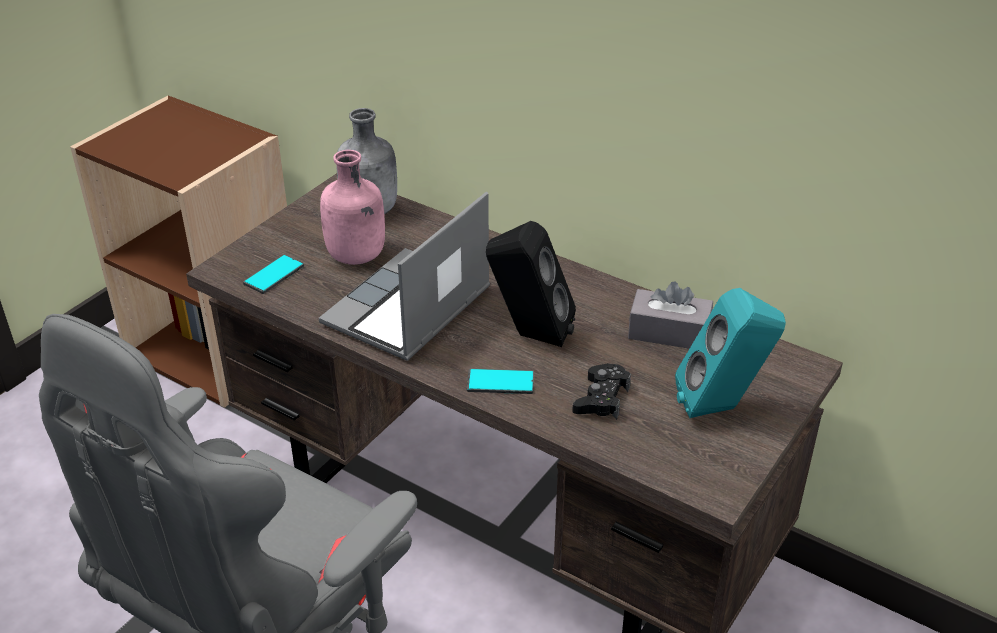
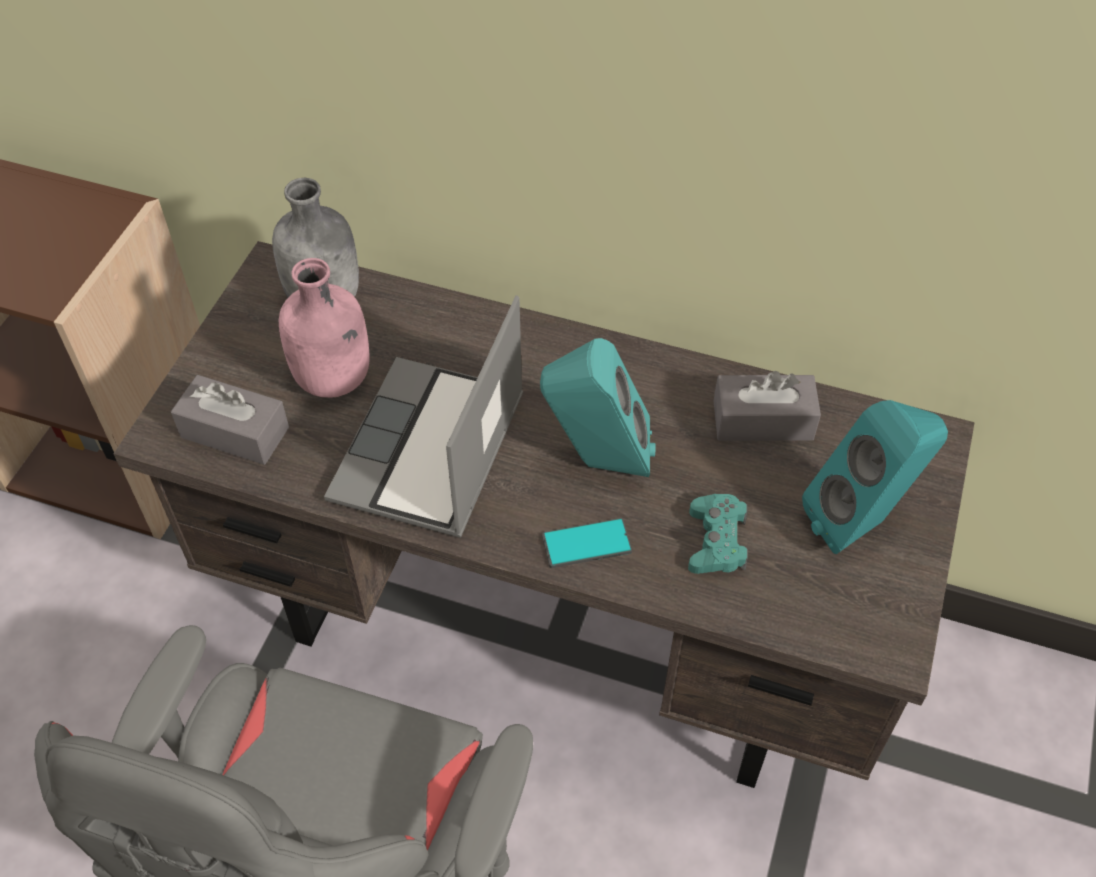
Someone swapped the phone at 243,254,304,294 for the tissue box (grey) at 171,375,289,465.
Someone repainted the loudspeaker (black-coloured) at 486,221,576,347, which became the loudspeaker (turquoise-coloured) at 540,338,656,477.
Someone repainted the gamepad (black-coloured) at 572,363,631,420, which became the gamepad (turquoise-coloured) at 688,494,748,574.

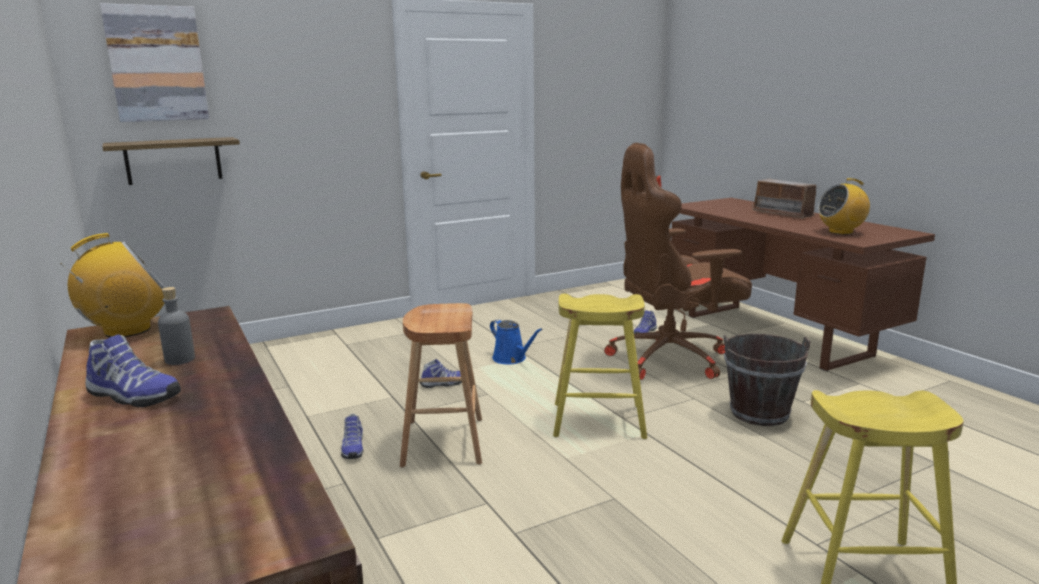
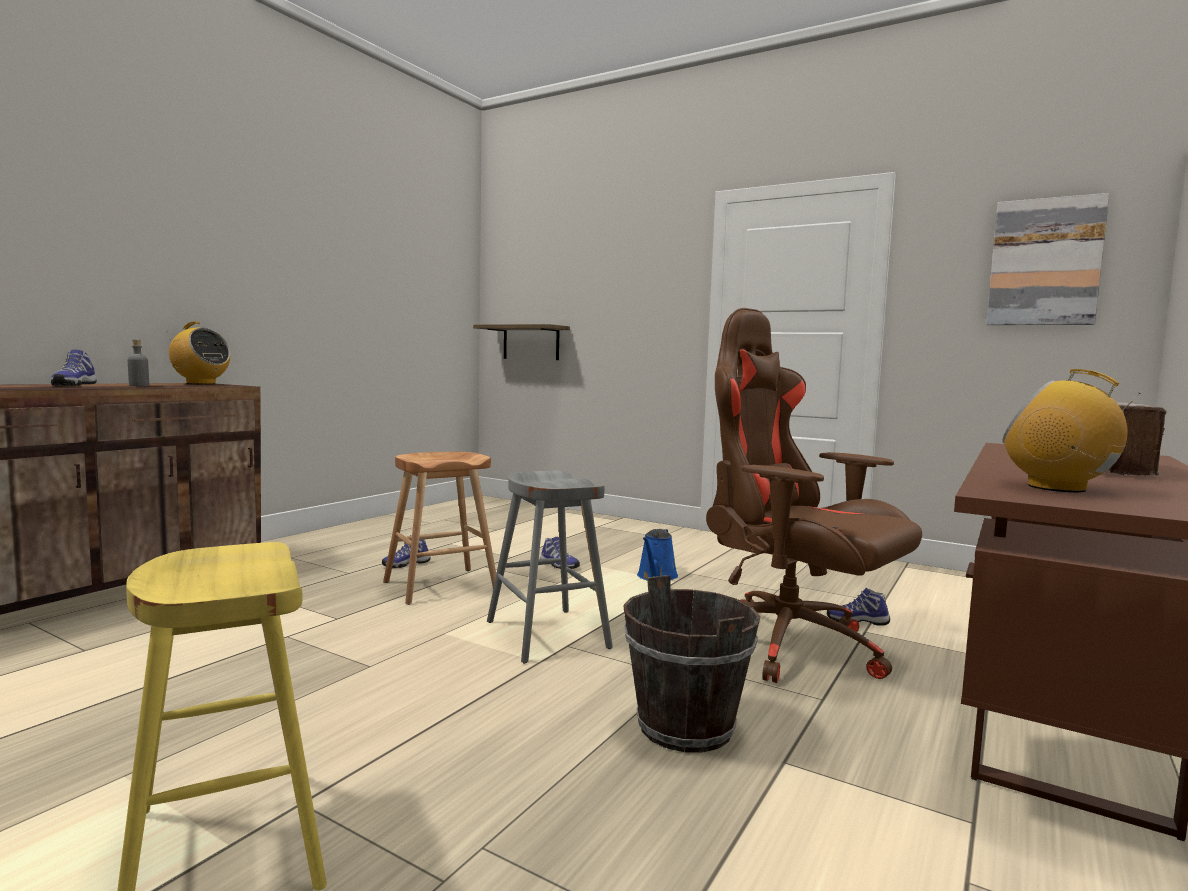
Someone carried the wall picture from 100,3,209,122 to 986,193,1110,325.
Someone repainted the stool seat (yellow-coloured) at 553,293,647,439, which became the stool seat (grey) at 487,470,613,663.

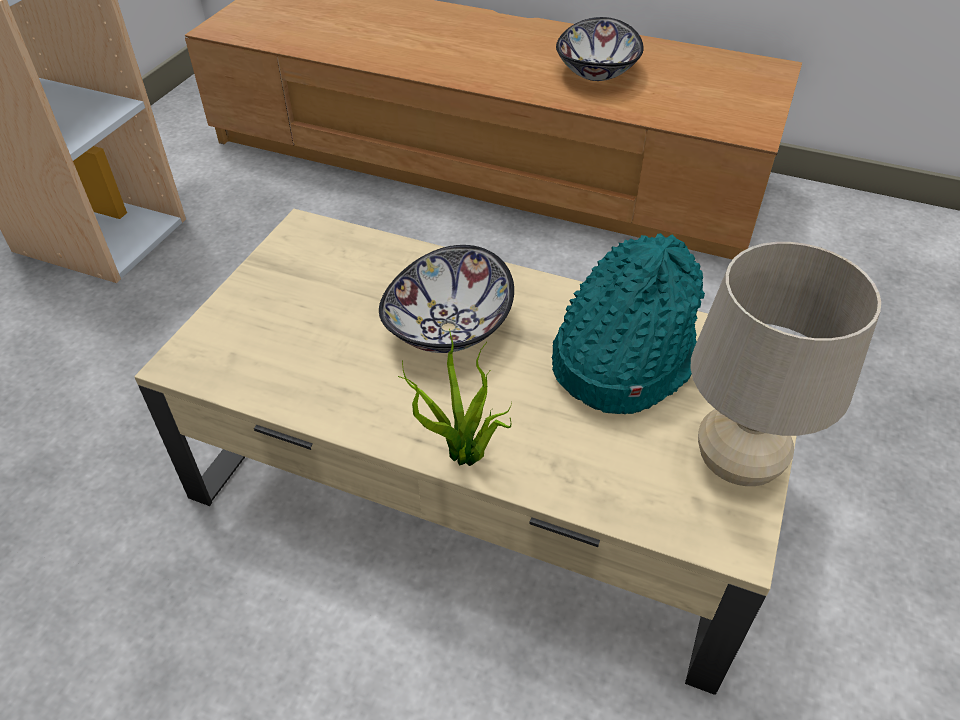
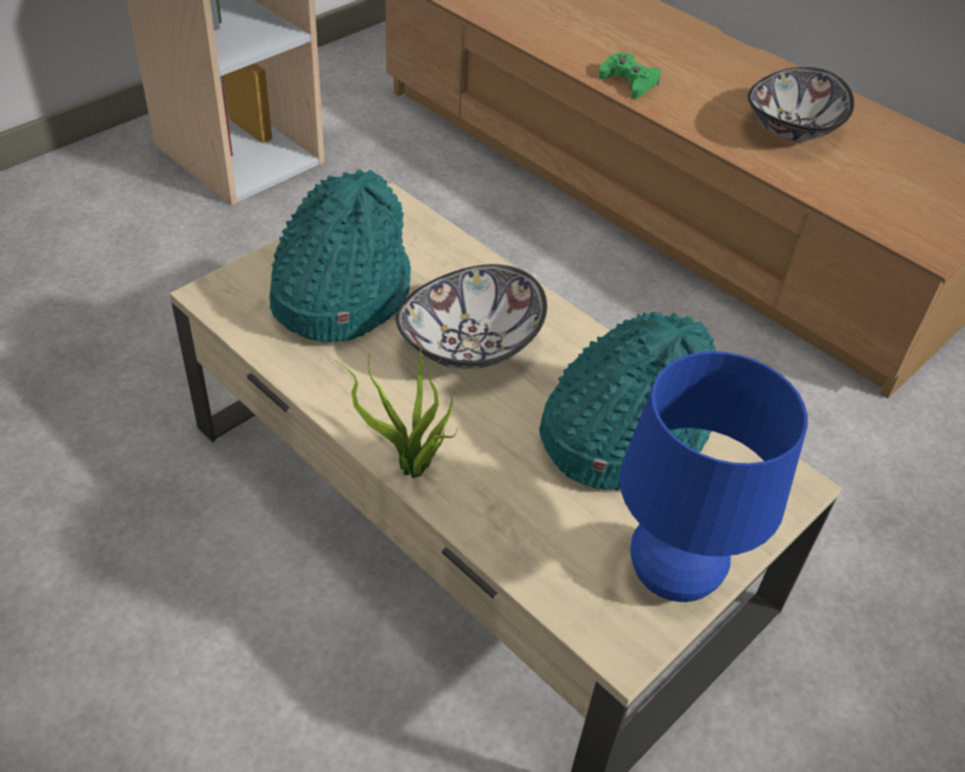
Someone repainted the tabletop lamp (beige-coloured) at 691,242,881,486, which became the tabletop lamp (blue-coloured) at 619,351,808,602.
Someone put down the hat (turquoise-coloured) at 270,169,411,342.
Someone put down the gamepad (green-coloured) at 598,52,661,99.

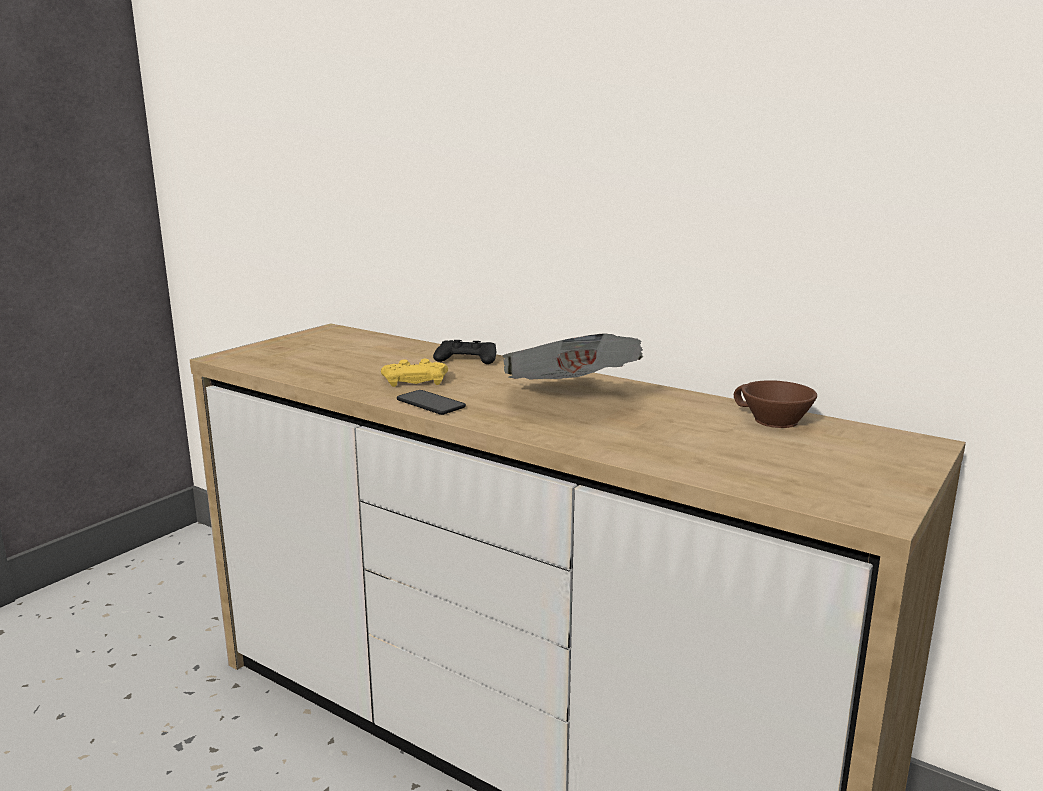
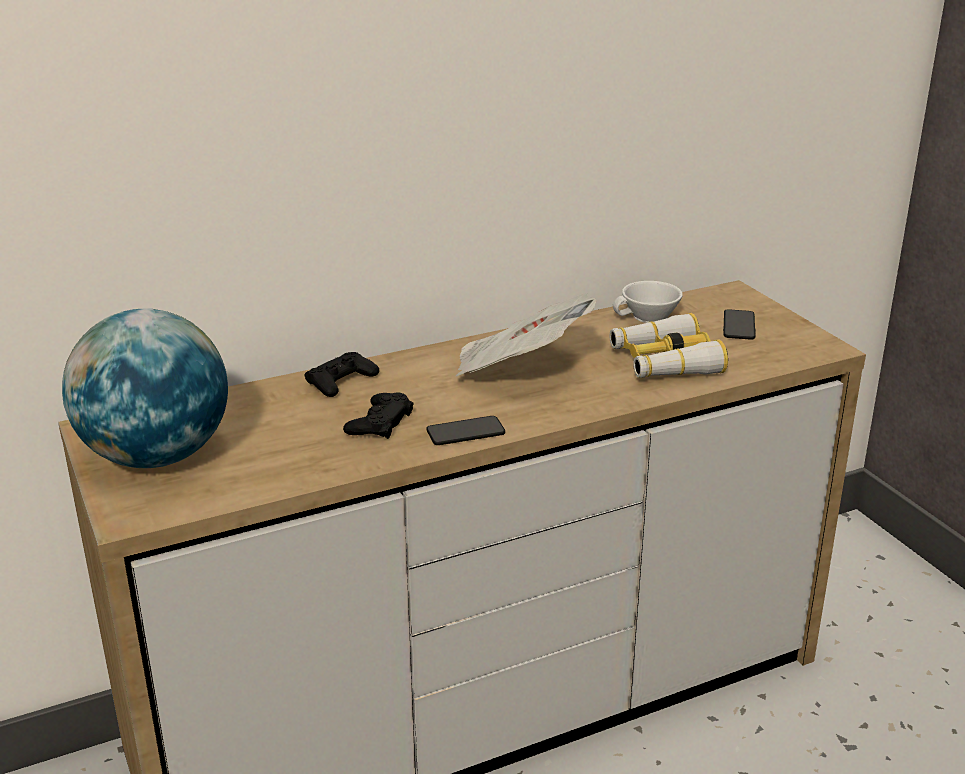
Someone repainted the gamepad (yellow-coloured) at 381,359,448,387, which became the gamepad (black-coloured) at 343,393,414,439.
Someone repainted the cup (brownish) at 734,380,817,428, which became the cup (white) at 613,281,683,323.
Someone put down the desk globe at 62,309,228,468.
Someone put down the pair of binoculars at 610,313,728,378.
Someone put down the phone at 723,309,756,340.

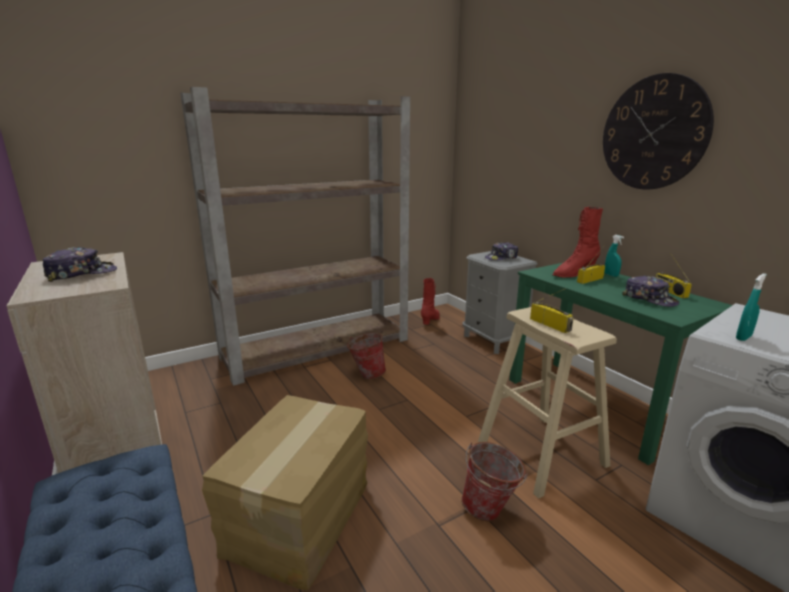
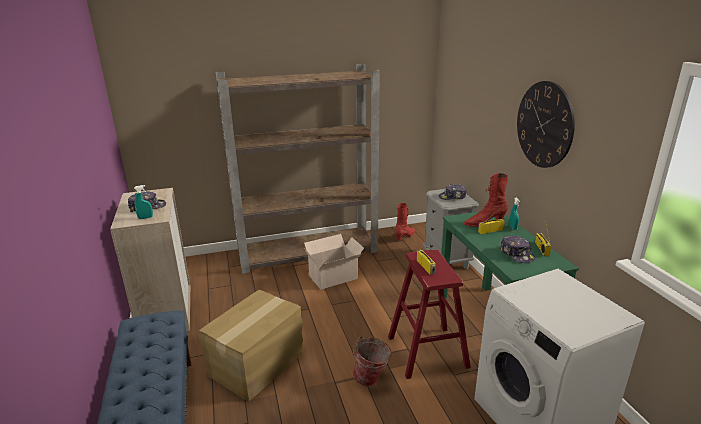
Someone swapped the water bucket at 347,333,386,379 for the carton at 304,234,364,289.
Someone repainted the stool seat (beige-coloured) at 478,307,617,499, which became the stool seat (red) at 388,249,471,379.
Someone carried the hand sprayer (turquoise-coloured) from 736,273,767,341 to 134,185,153,219.

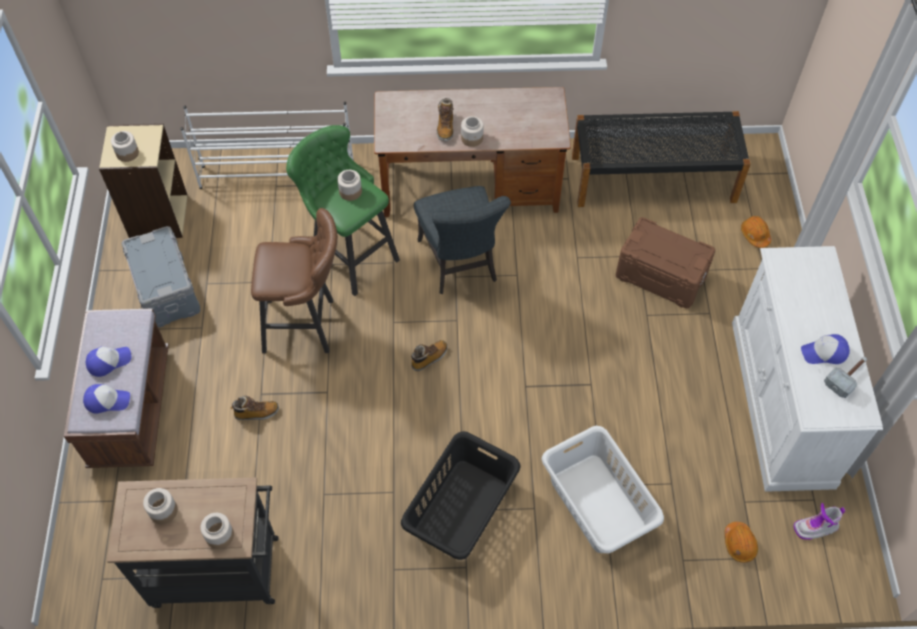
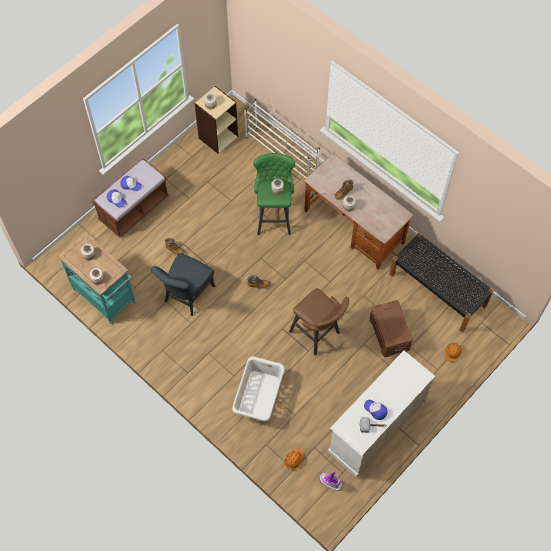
Someone repainted the wheeled cart (black-coloured) at 107,477,279,608, which became the wheeled cart (turquoise-coloured) at 57,232,136,324.
Someone took away the storage box (grey) at 122,226,200,328.
Someone carried the stool seat (brownish) from 251,208,337,353 to 289,288,349,356.
Someone took away the washing basket (black-coloured) at 401,431,520,560.
Someone carried the chair (grey) from 414,186,511,294 to 150,253,215,316.

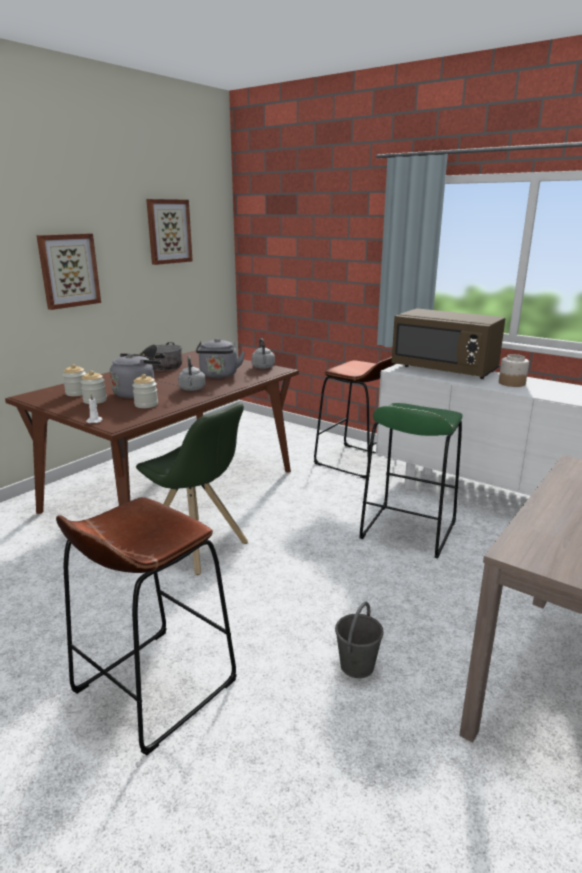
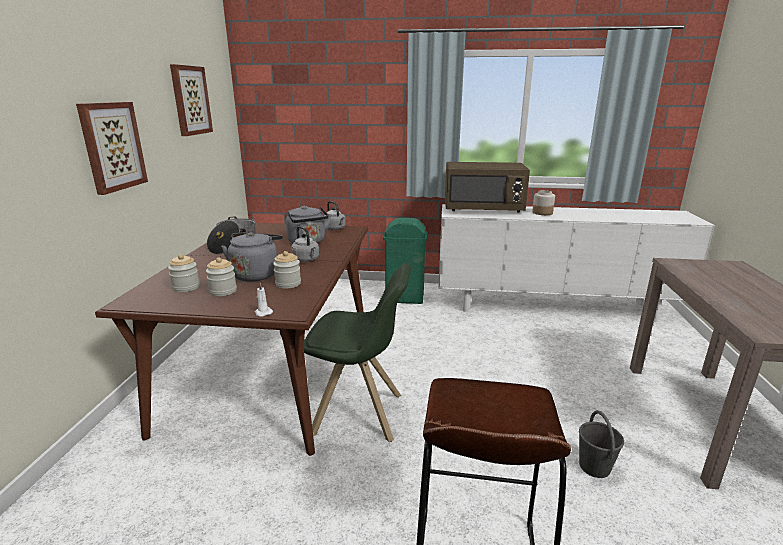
Someone swapped the stool seat (brownish) at 314,357,396,479 for the rubbish bin (green-coloured) at 383,218,427,304.
Someone took away the stool seat (green-coloured) at 359,403,463,558.

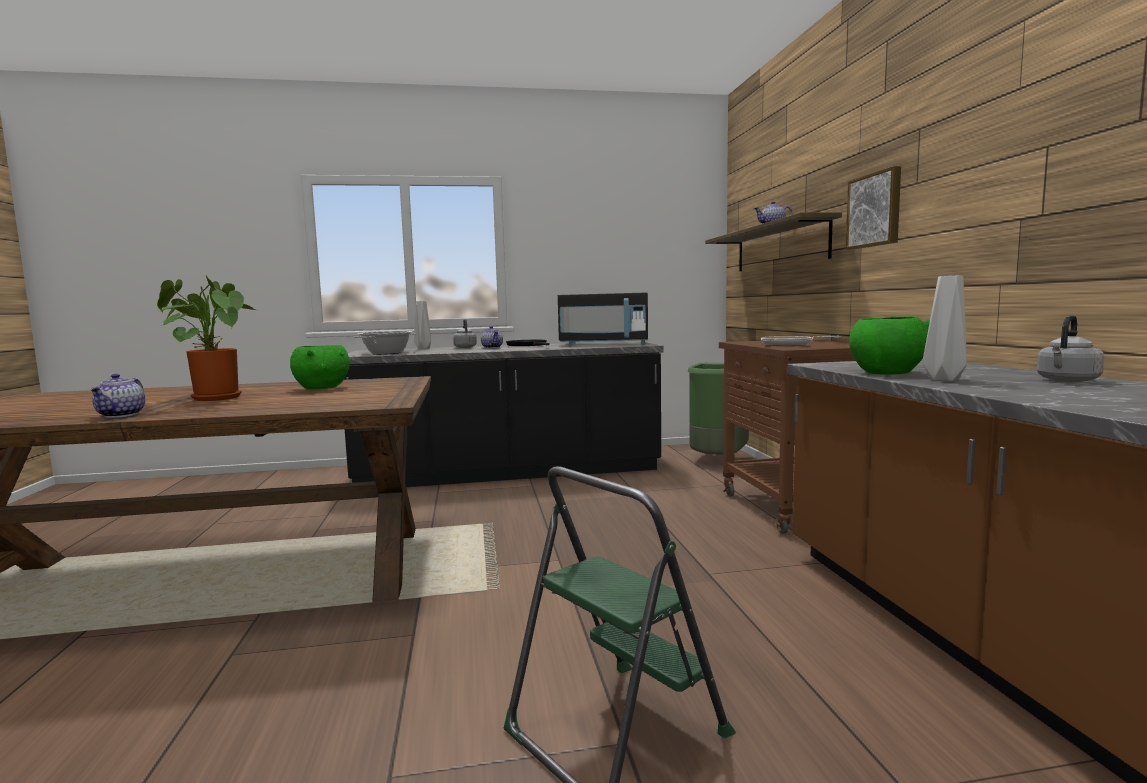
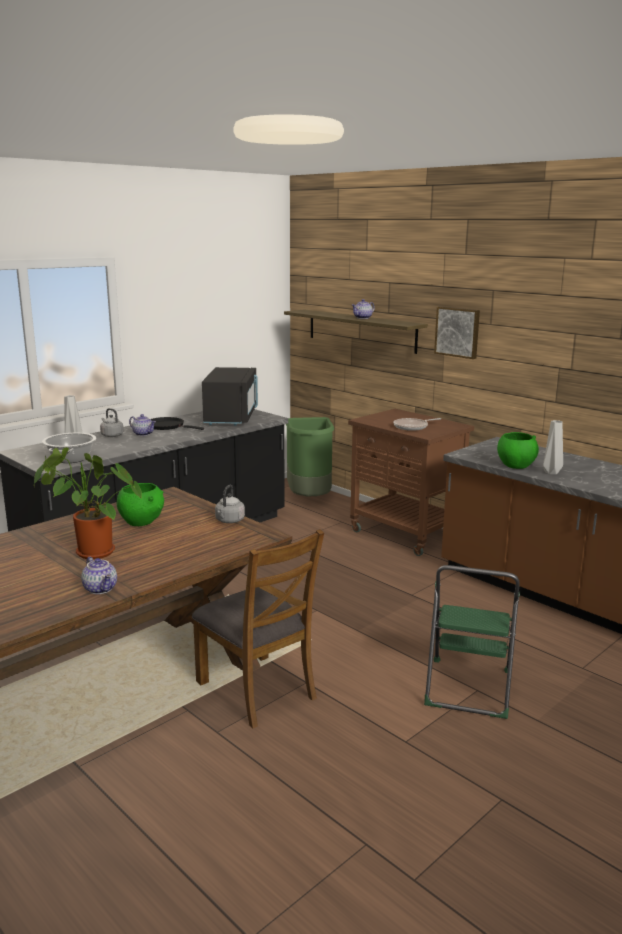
Someone rotated the microwave oven (black-coloured) at 558,292,648,345 by 60 degrees counterclockwise.
Someone carried the kettle (grey) from 1037,315,1105,382 to 215,485,245,523.
Someone put down the chair (brownish) at 192,529,324,728.

